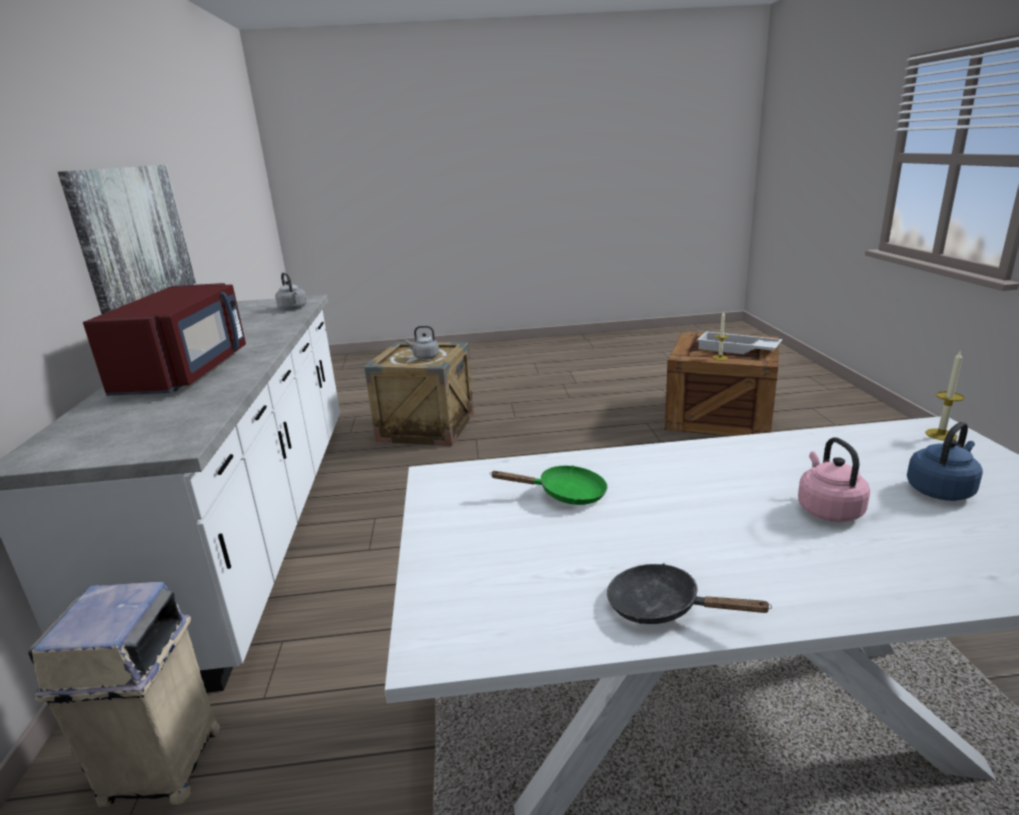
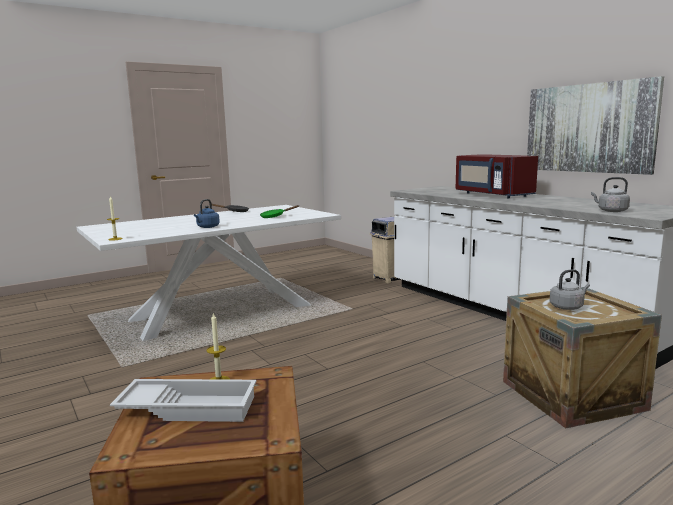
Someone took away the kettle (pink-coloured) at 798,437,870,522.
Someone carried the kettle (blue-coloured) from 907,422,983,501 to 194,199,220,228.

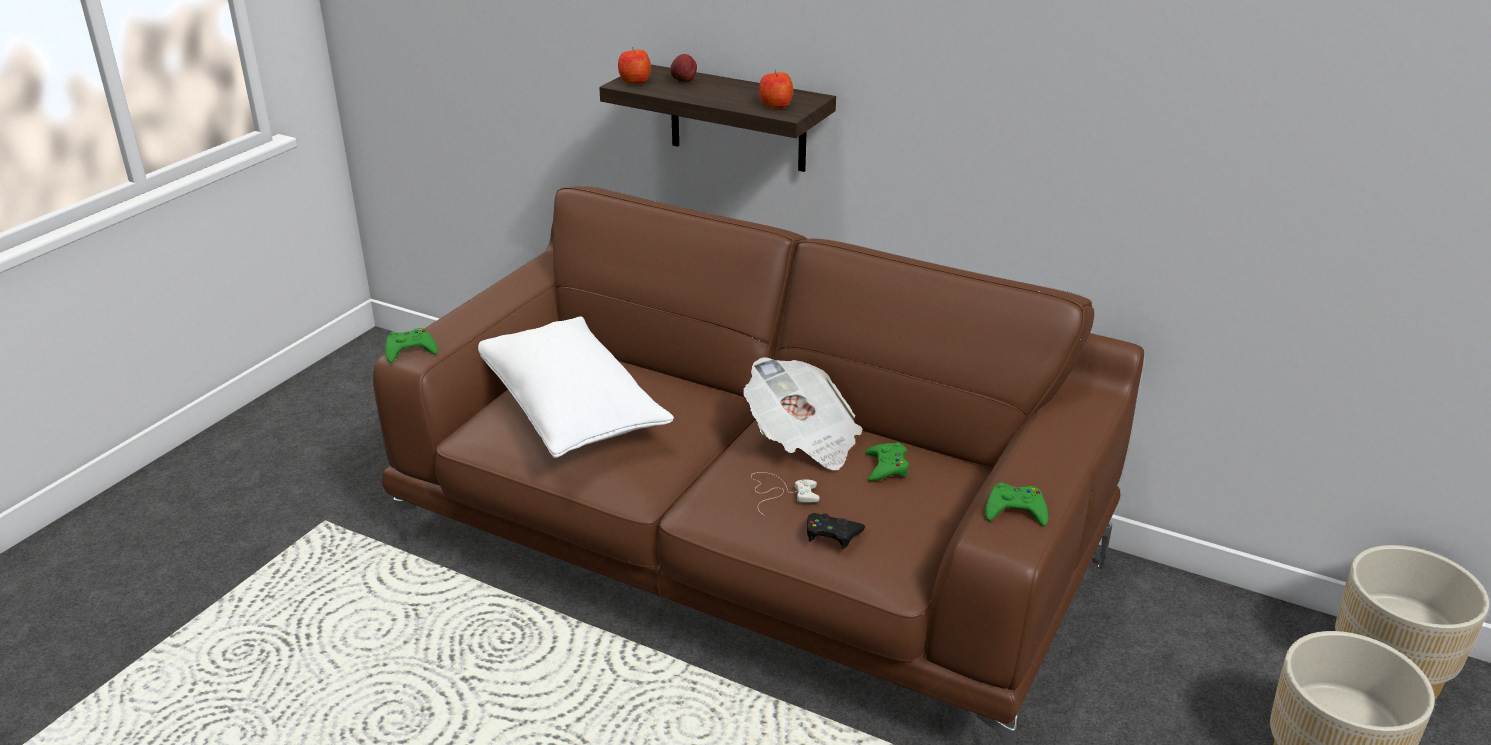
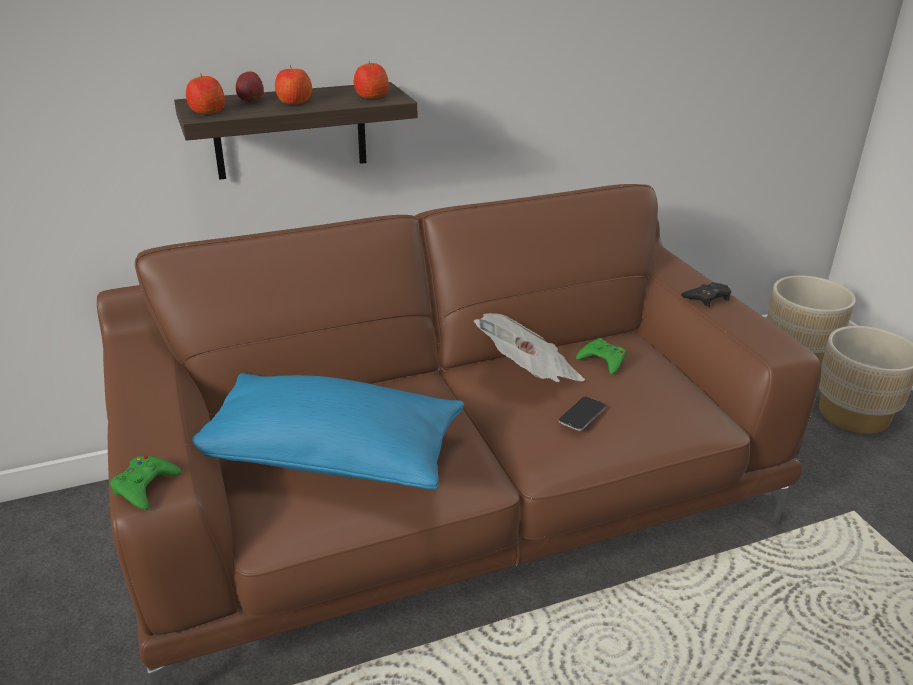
Someone repainted the cushion (white) at 478,317,674,458, which became the cushion (blue-coloured) at 192,373,464,490.
Someone swapped the gamepad (white) at 751,472,820,516 for the phone at 559,397,606,431.
Someone carried the gamepad (black-coloured) from 807,513,865,549 to 681,282,731,307.
Someone took away the gamepad (green-coloured) at 985,482,1048,526.
Someone put down the apple fruit at 275,65,312,104.

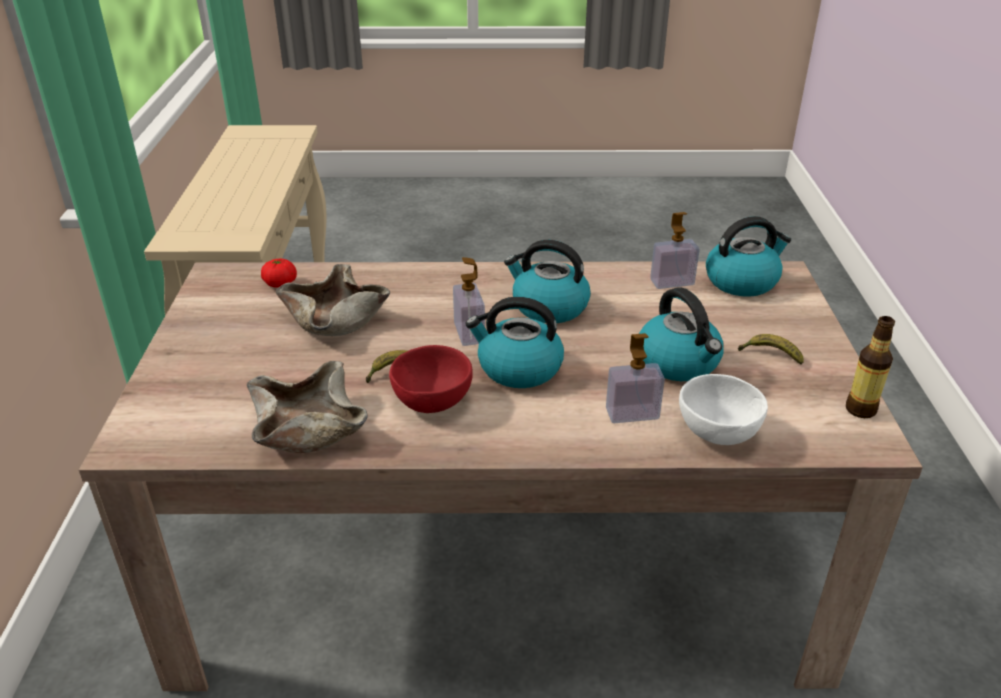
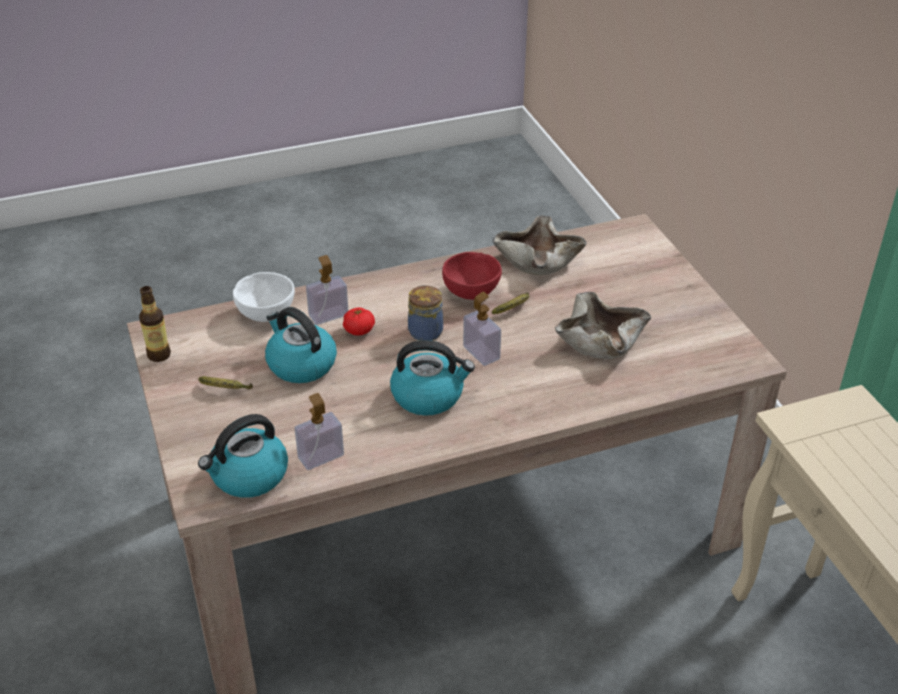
Someone carried the tomato from 261,259,297,288 to 343,307,375,336.
Someone swapped the kettle at 465,297,564,388 for the preserve jar at 408,285,443,341.

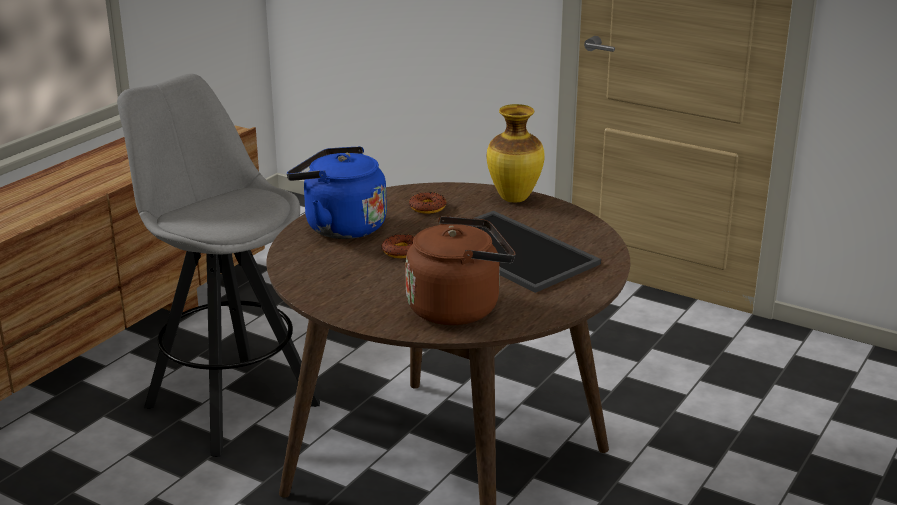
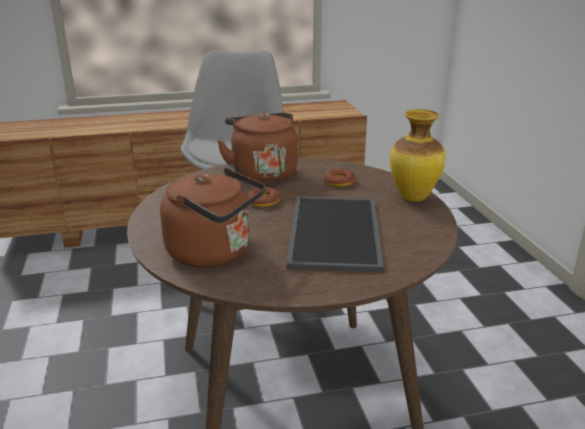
Someone repainted the kettle (blue-coloured) at 287,146,387,239, which became the kettle (brownish) at 217,113,298,183.

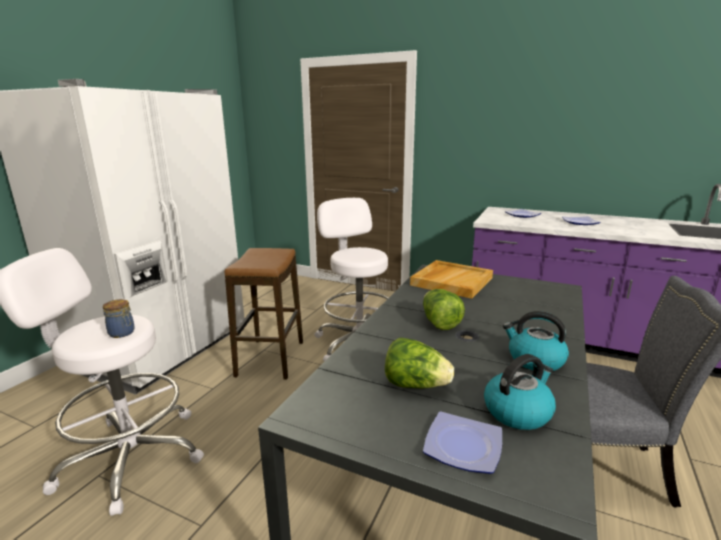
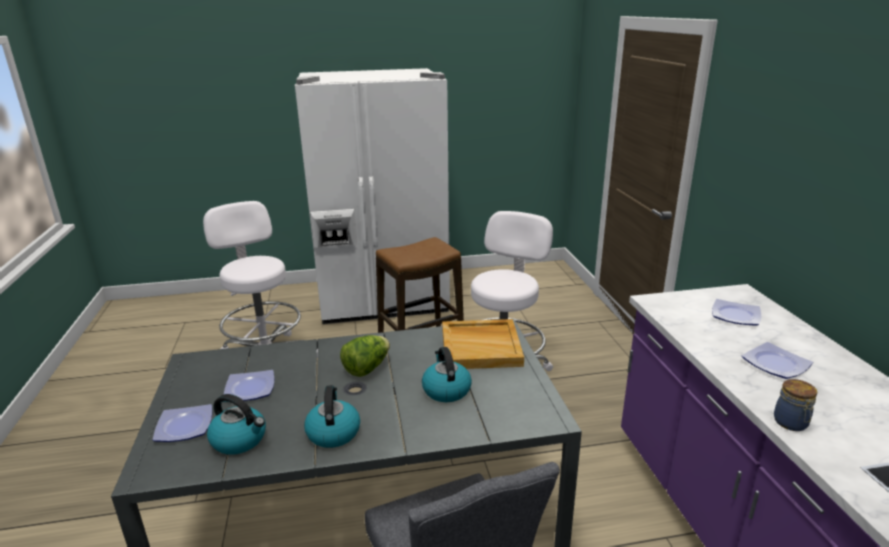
Someone carried the preserve jar from 103,299,135,338 to 774,379,817,431.
Someone swapped the lettuce head at 385,337,454,388 for the plate at 224,370,274,401.
Someone put down the kettle at 422,347,472,402.

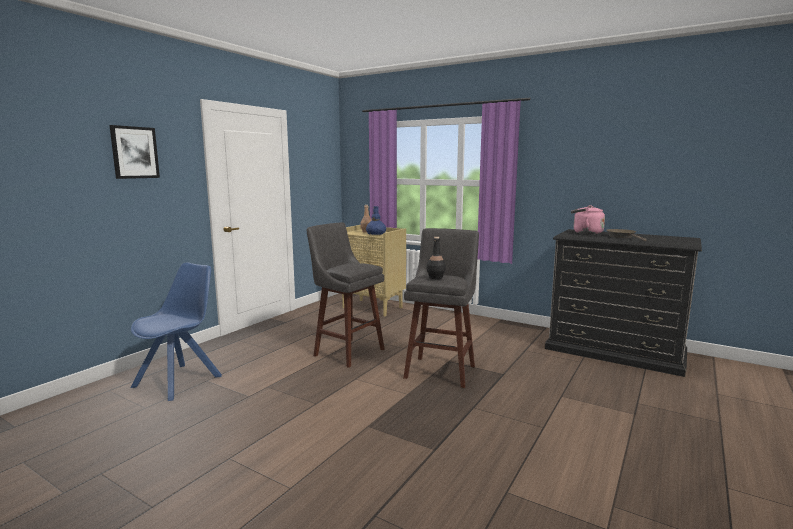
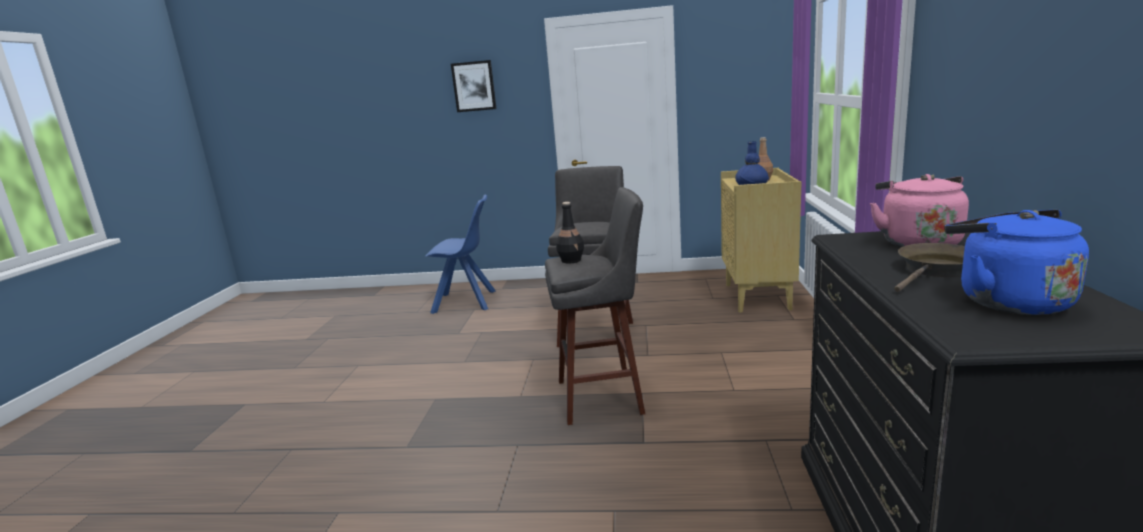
Someone put down the kettle (blue-coloured) at 944,210,1089,315.

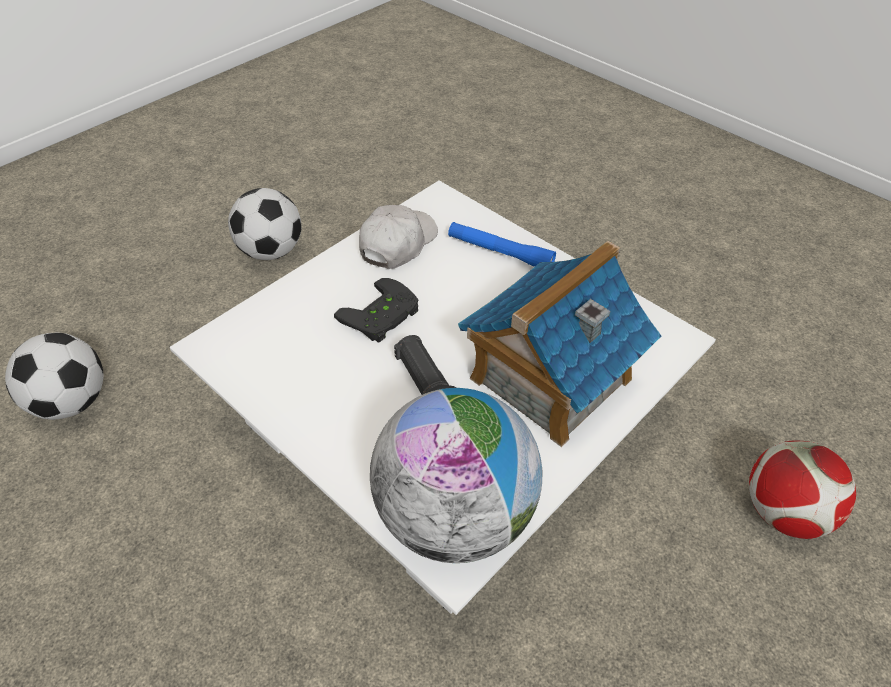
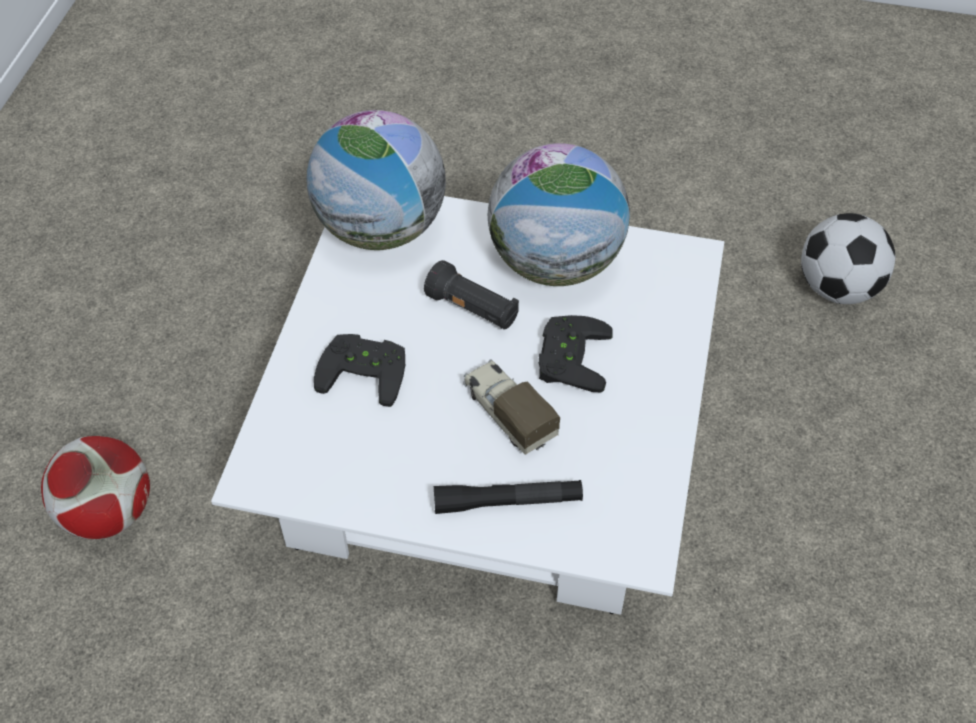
Someone took away the football ball at 228,188,302,260.
Someone took away the cap (white) at 359,205,438,269.
Someone repainted the flashlight (blue-coloured) at 448,222,556,267, which became the flashlight (black-coloured) at 434,480,583,514.
Someone swapped the model house at 458,240,661,447 for the gamepad (black-coloured) at 314,334,405,407.
Someone put down the toy lorry at 463,359,560,455.
Someone put down the desk globe at 488,143,630,286.

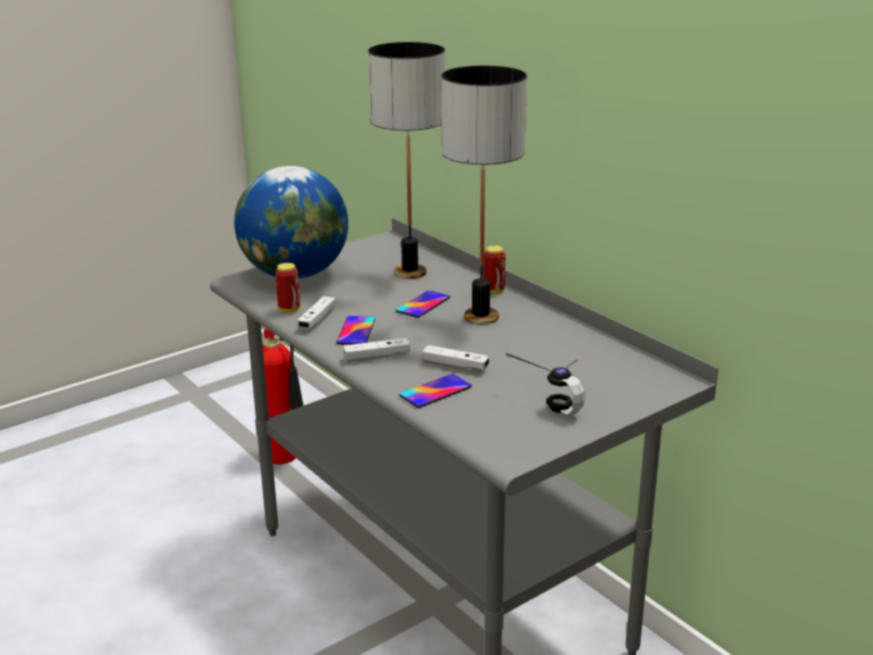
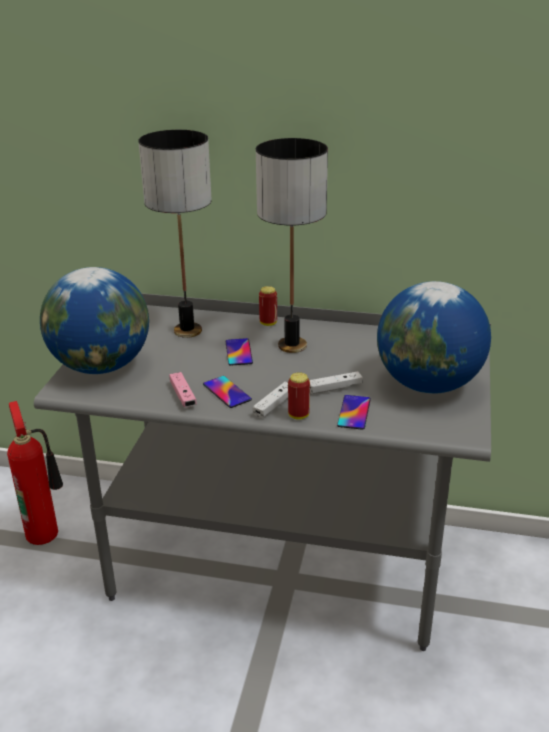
Someone carried the metal can from 275,263,300,312 to 288,372,310,420.
Someone repainted the gamepad (white) at 297,296,336,329, which became the gamepad (pink-coloured) at 169,372,197,407.
Someone swapped the headset at 505,352,585,415 for the desk globe at 377,281,491,394.

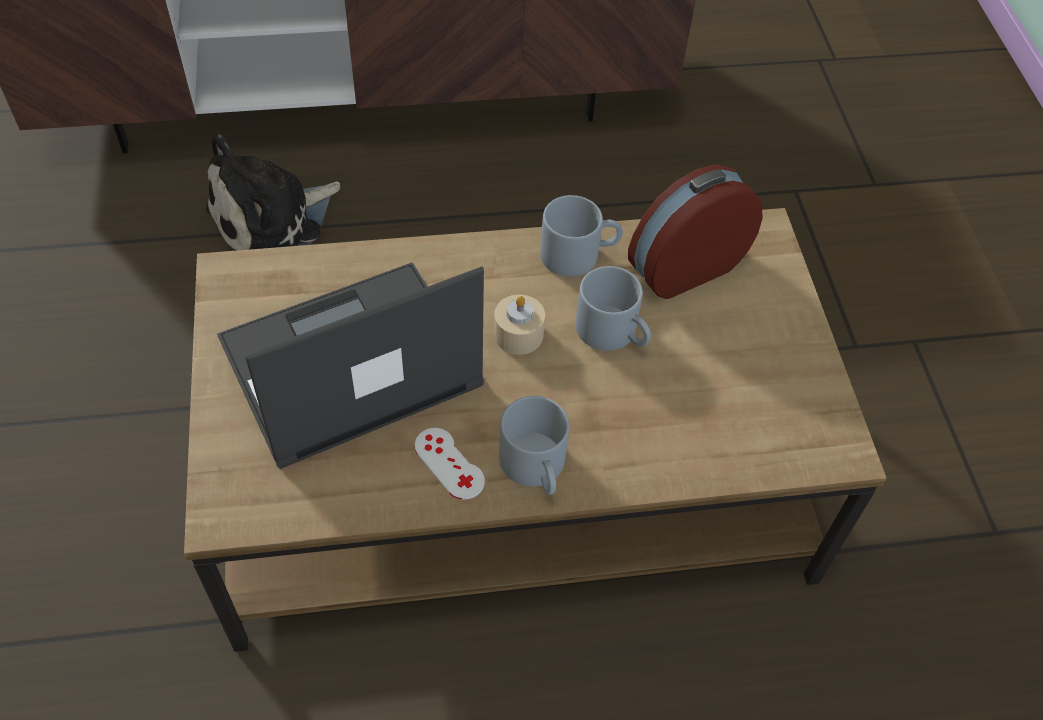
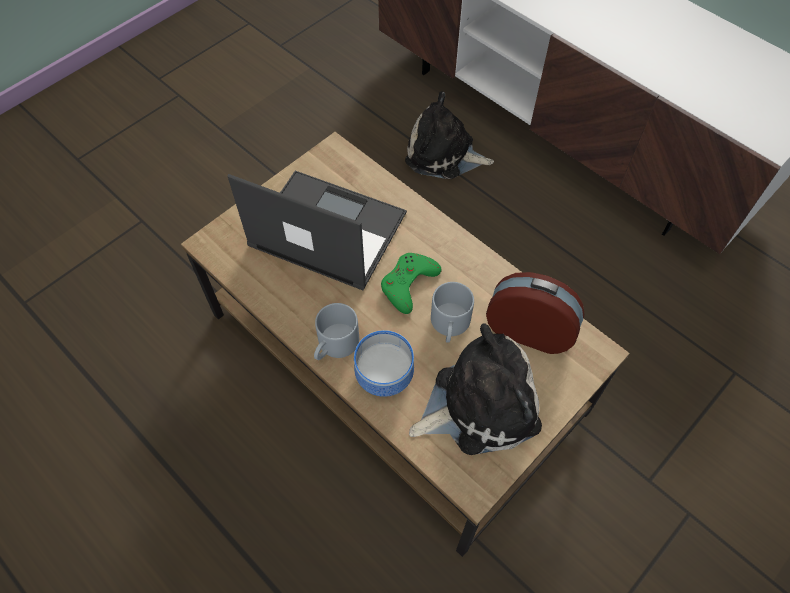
Someone took away the gamepad (white) at 414,428,485,499.
Someone swapped the candle (beige-coloured) at 494,295,545,355 for the gamepad (green-coloured) at 381,253,442,314.
Someone took away the coffee mug (grey) at 540,195,623,277.
Someone put down the serving bowl at 354,330,414,397.
Someone put down the soft toy at 409,323,542,455.

